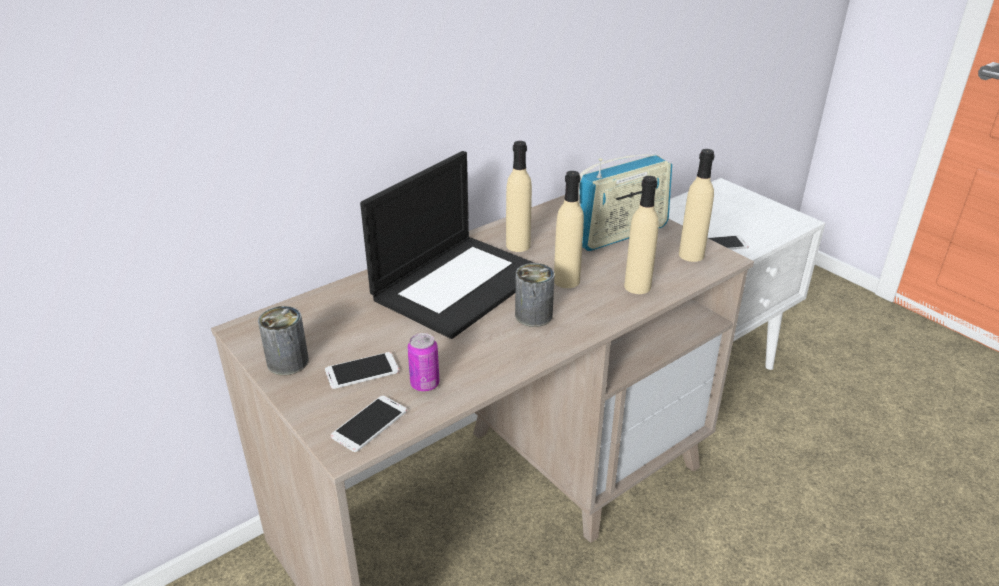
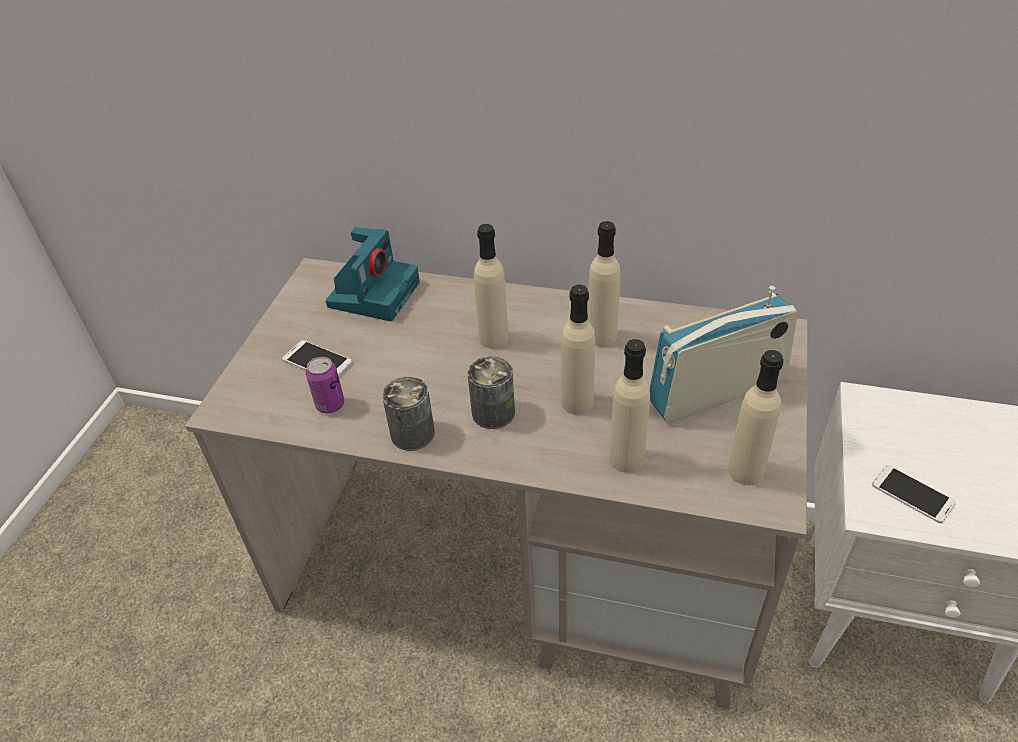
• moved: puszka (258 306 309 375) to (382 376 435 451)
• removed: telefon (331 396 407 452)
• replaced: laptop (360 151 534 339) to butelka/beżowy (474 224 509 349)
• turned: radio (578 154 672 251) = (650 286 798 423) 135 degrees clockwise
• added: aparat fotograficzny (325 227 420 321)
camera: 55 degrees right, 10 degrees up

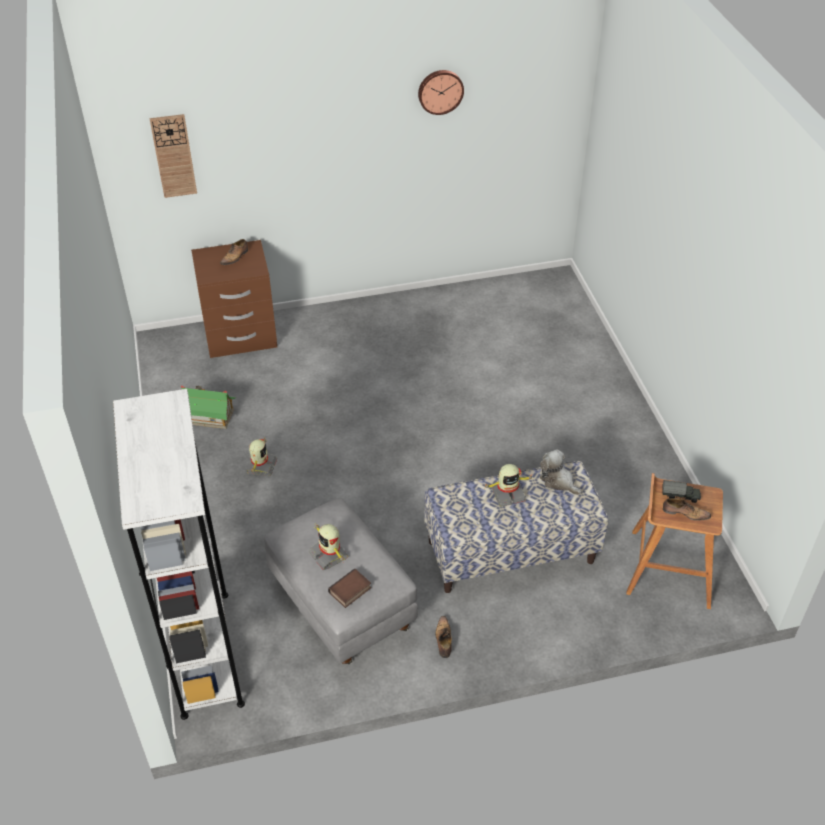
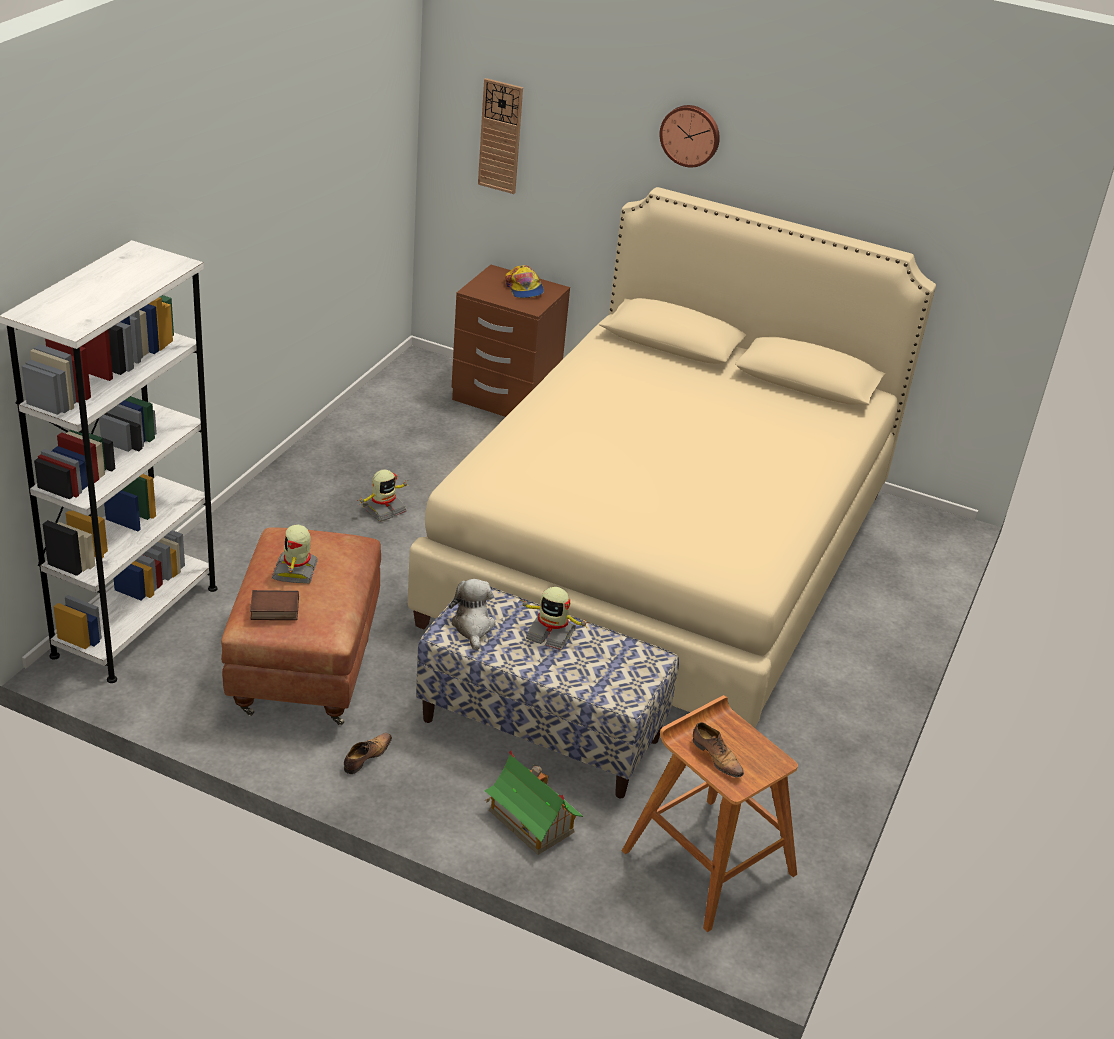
• moved: domek (181 385 236 429) to (484 750 583 855)
• replaced: but (220 239 248 265) to czapka z daszkiem (505 265 544 298)
• recoloured: pufa/szary (264 498 418 664) to pufa/brązowy (221 527 381 726)
• moved: zegar ścienny (418 70 464 115) to (660 105 720 167)
• moved: pluszak (539 449 582 495) to (449 579 495 651)
• removed: ciężarówka zabawkowa (662 480 701 503)
• added: łóżko/beżowy (408 187 936 728)
camera: 35 degrees right, 10 degrees down

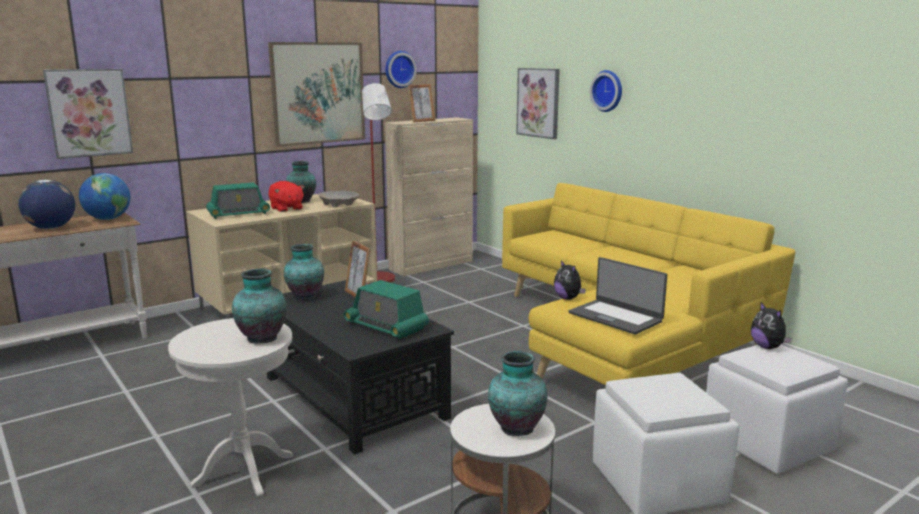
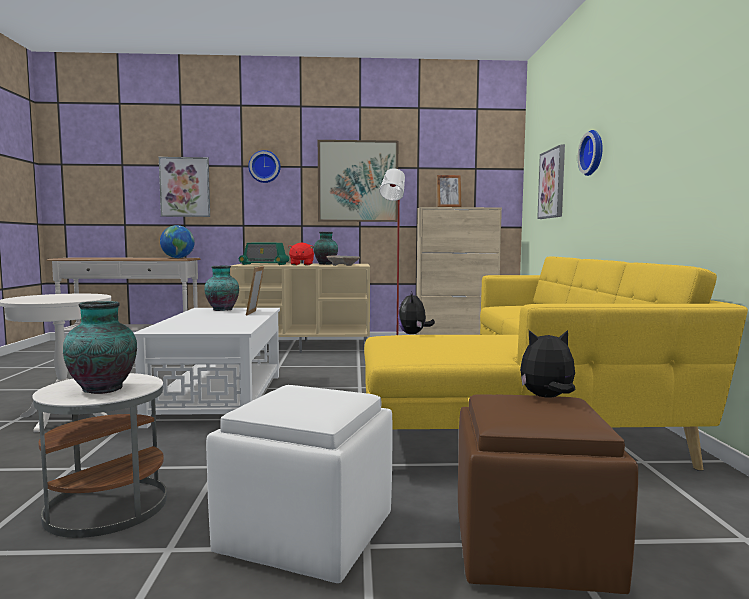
• removed: globus (18 180 75 229)
• removed: wazon (232 269 287 343)
• recoloured: ława/czarny (267 280 454 455) to ława/biały (134 308 280 428)
• removed: radio (343 280 429 339)
• moved: zegar ścienny (385 51 417 88) to (248 150 281 183)
• removed: laptop (569 257 667 334)
• recoloured: pufa/biały (706 345 848 474) to pufa/brązowy (458 394 638 594)
• turned: pluszak (751 302 792 349) = (520 330 575 398) 75 degrees clockwise
camera: 35 degrees right, 10 degrees down

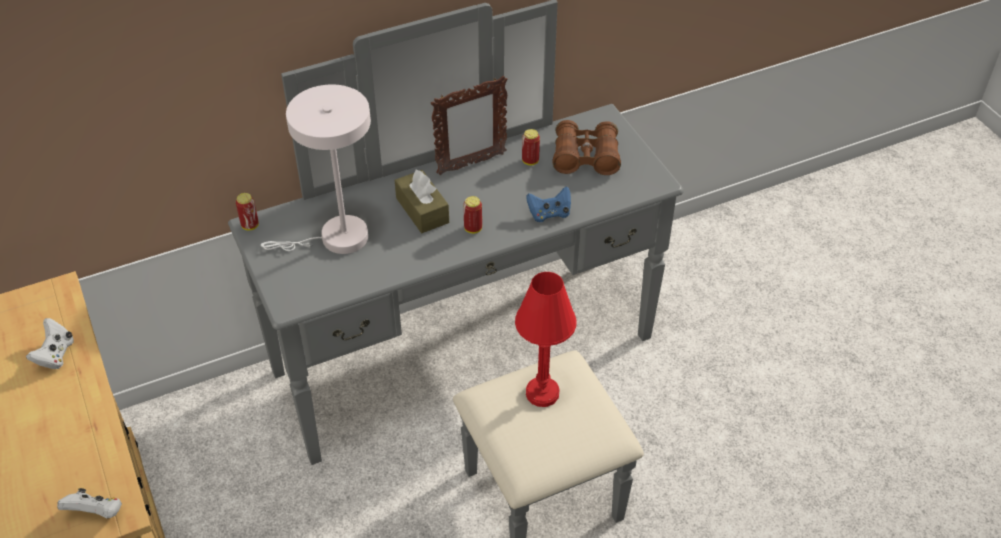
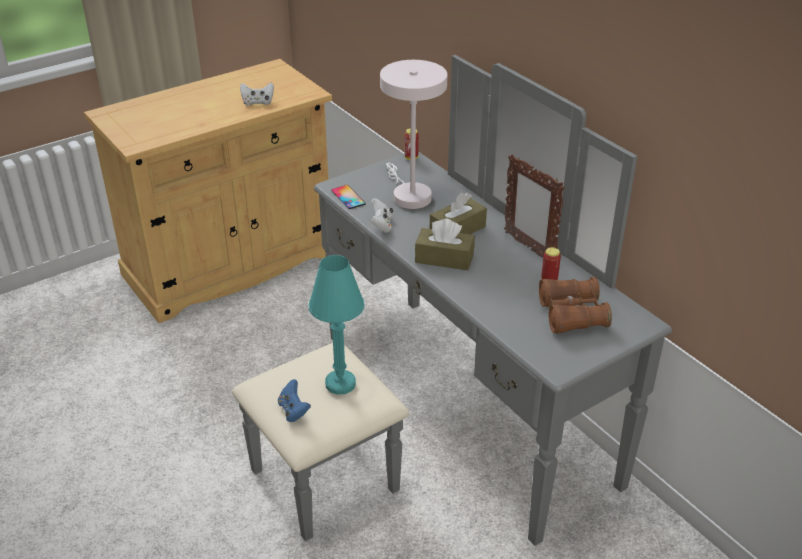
• moved: pad do gier/biały (57 488 122 518) to (370 198 393 233)
• replaced: puszka (463 196 482 234) to pudełko chusteczek/brązowy (415 218 475 270)
• recoloured: lampa stołowa/czerwony (515 272 576 407) to lampa stołowa/turkusowy (309 255 364 395)
• moved: pad do gier/niebieski (526 186 571 222) to (278 379 311 422)
• added: telefon (331 185 366 209)
camera: 80 degrees right, 10 degrees down

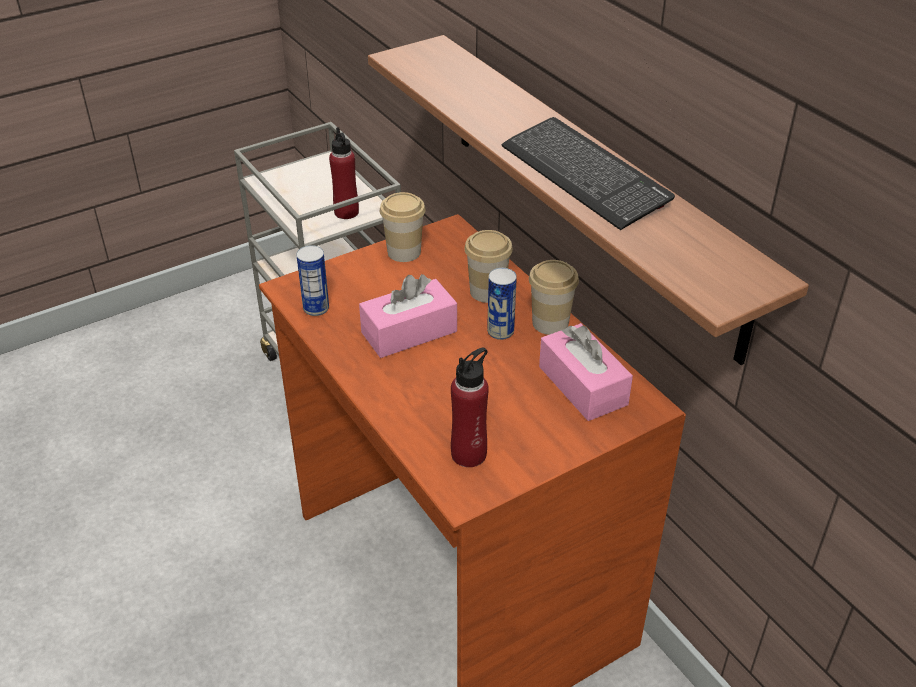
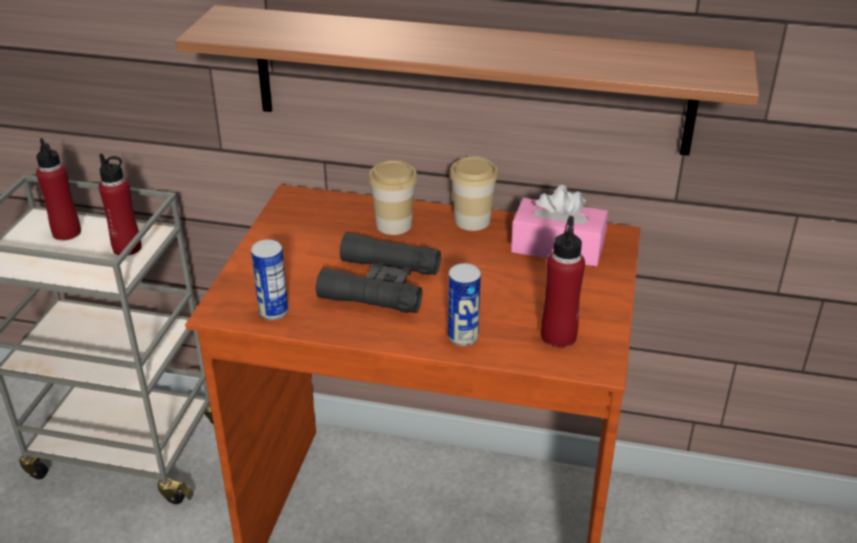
• replaced: pudełko chusteczek/różowy (359 274 457 358) to lornetka/czarny (316 233 441 313)
• removed: filiżanka (380 192 426 262)
• moved: puszka (487 268 517 340) to (448 263 481 346)
• removed: klawiatura (502 117 675 230)
• added: butelka/czerwony (36 138 81 240)
camera: 45 degrees left, 5 degrees down

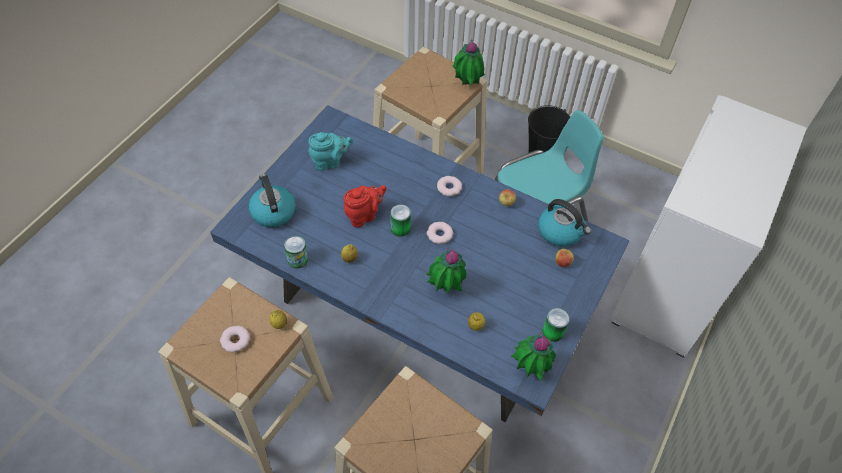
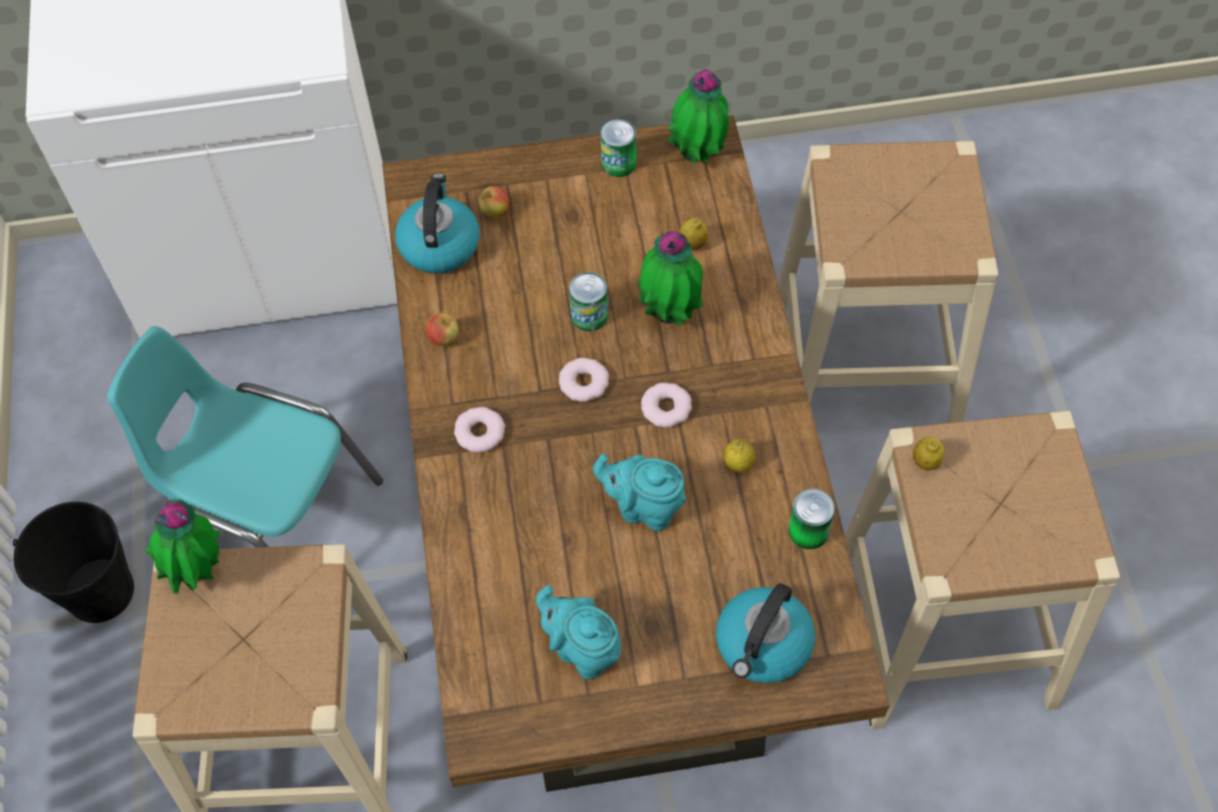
• recoloured: stół jadalny/niebieski (210 105 630 422) to stół jadalny/brązowy (382 115 890 792)
• moved: donut (220 326 250 352) to (641 383 692 428)
• recoloured: imbryk/czerwony (343 185 386 227) to imbryk/turkusowy (593 454 686 531)
• moved: puszka (390 204 411 237) to (569 272 608 331)
camera: 125 degrees left, 5 degrees up

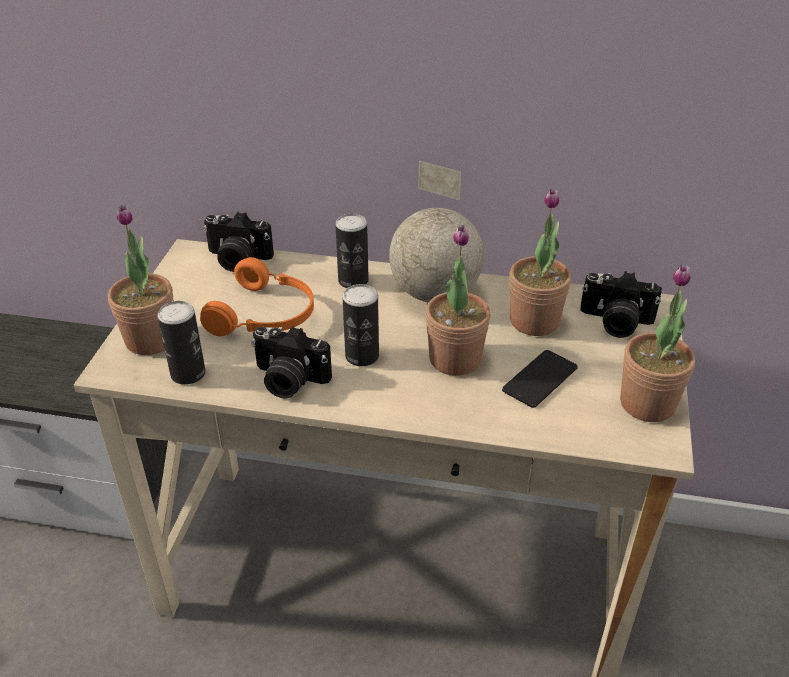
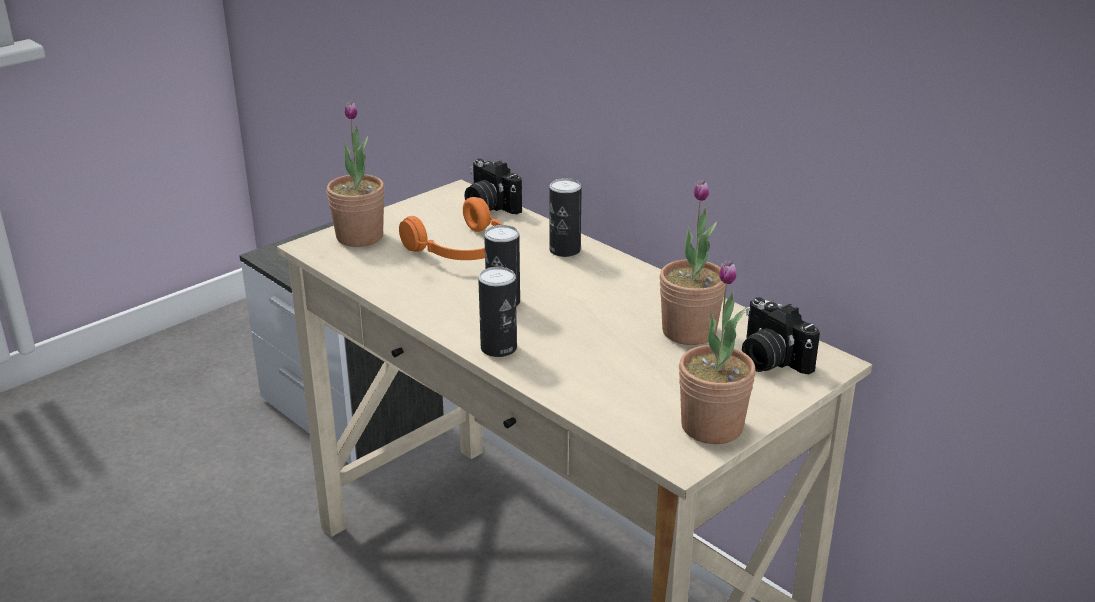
• moved: puszka (157 301 206 385) to (478 267 517 357)
• removed: aparat fotograficzny (251 326 332 399)
• removed: globus (389 161 484 303)
• removed: roślina doniczkowa (425 225 490 376)
• removed: telefon (502 350 578 408)
camera: 35 degrees right, 10 degrees down

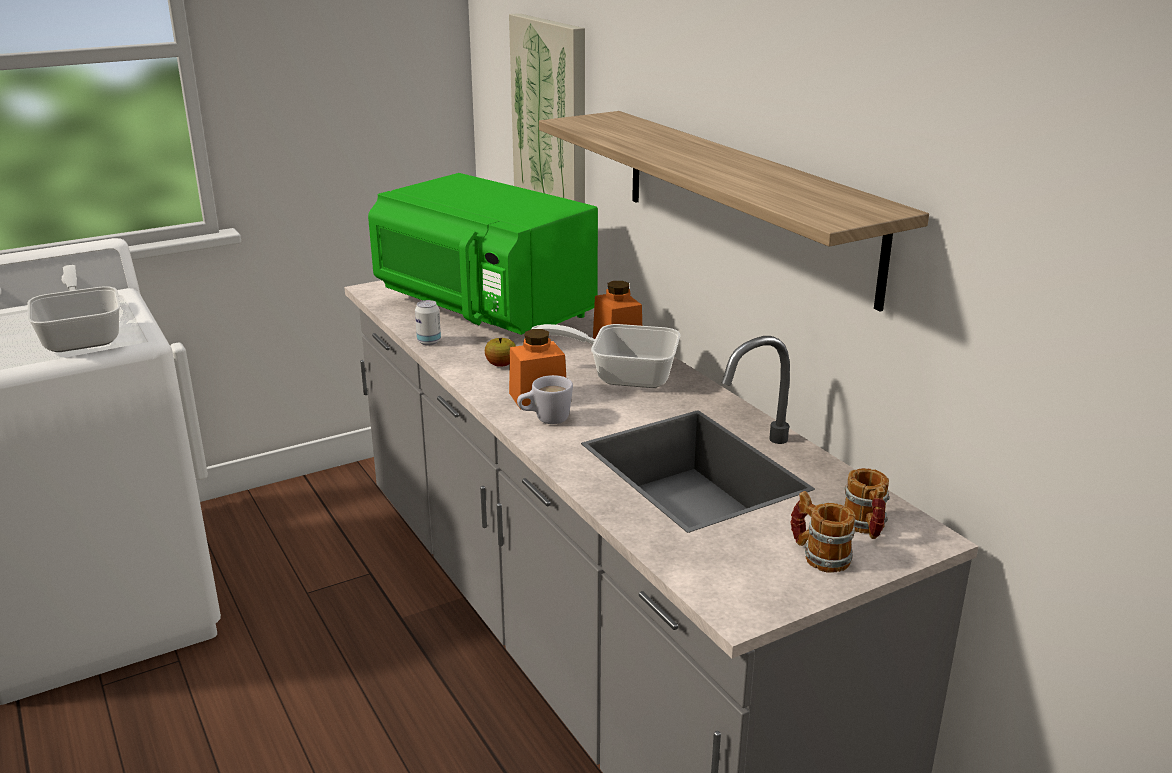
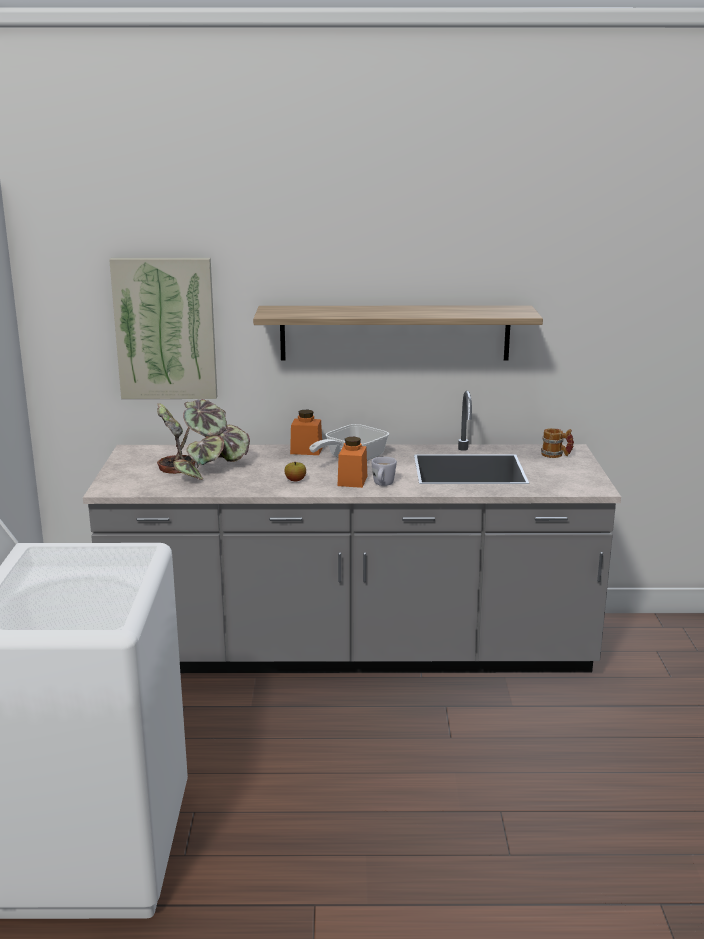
• removed: patelnia (27 265 121 352)
• replaced: mikrofalówka/zielony (368 173 598 335) to roślina doniczkowa (157 399 250 480)
• removed: puszka (415 300 441 345)
• removed: kubek (790 491 855 573)
camera: 60 degrees left, 5 degrees down

